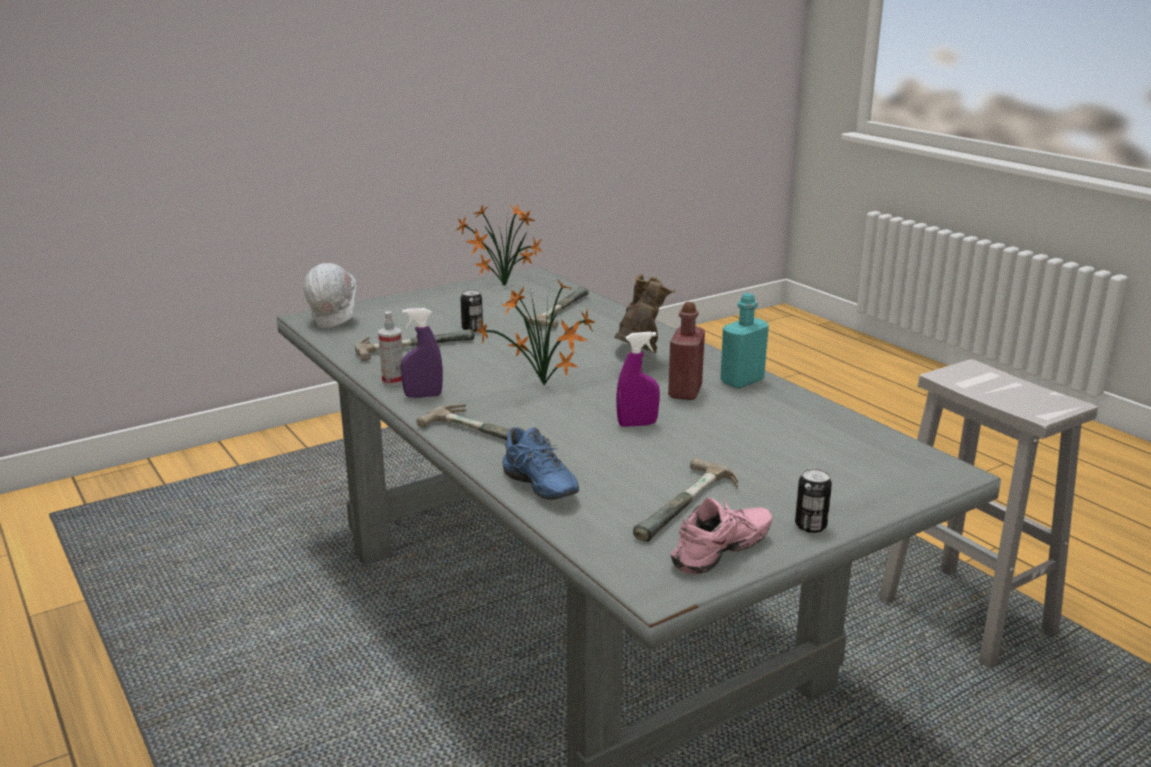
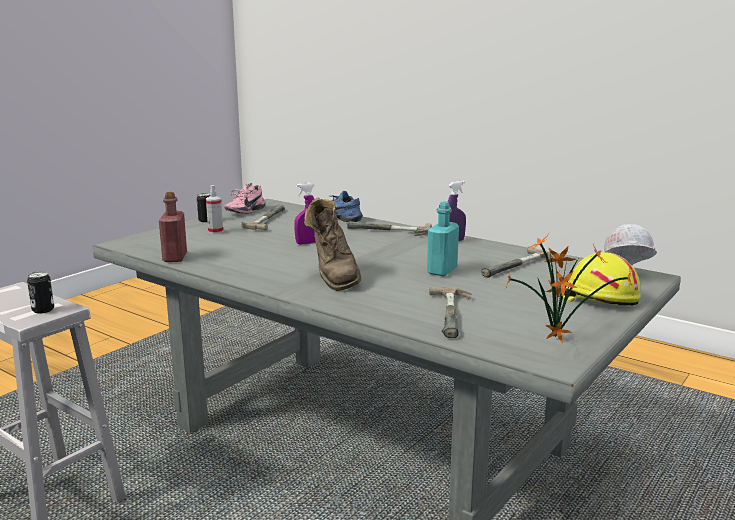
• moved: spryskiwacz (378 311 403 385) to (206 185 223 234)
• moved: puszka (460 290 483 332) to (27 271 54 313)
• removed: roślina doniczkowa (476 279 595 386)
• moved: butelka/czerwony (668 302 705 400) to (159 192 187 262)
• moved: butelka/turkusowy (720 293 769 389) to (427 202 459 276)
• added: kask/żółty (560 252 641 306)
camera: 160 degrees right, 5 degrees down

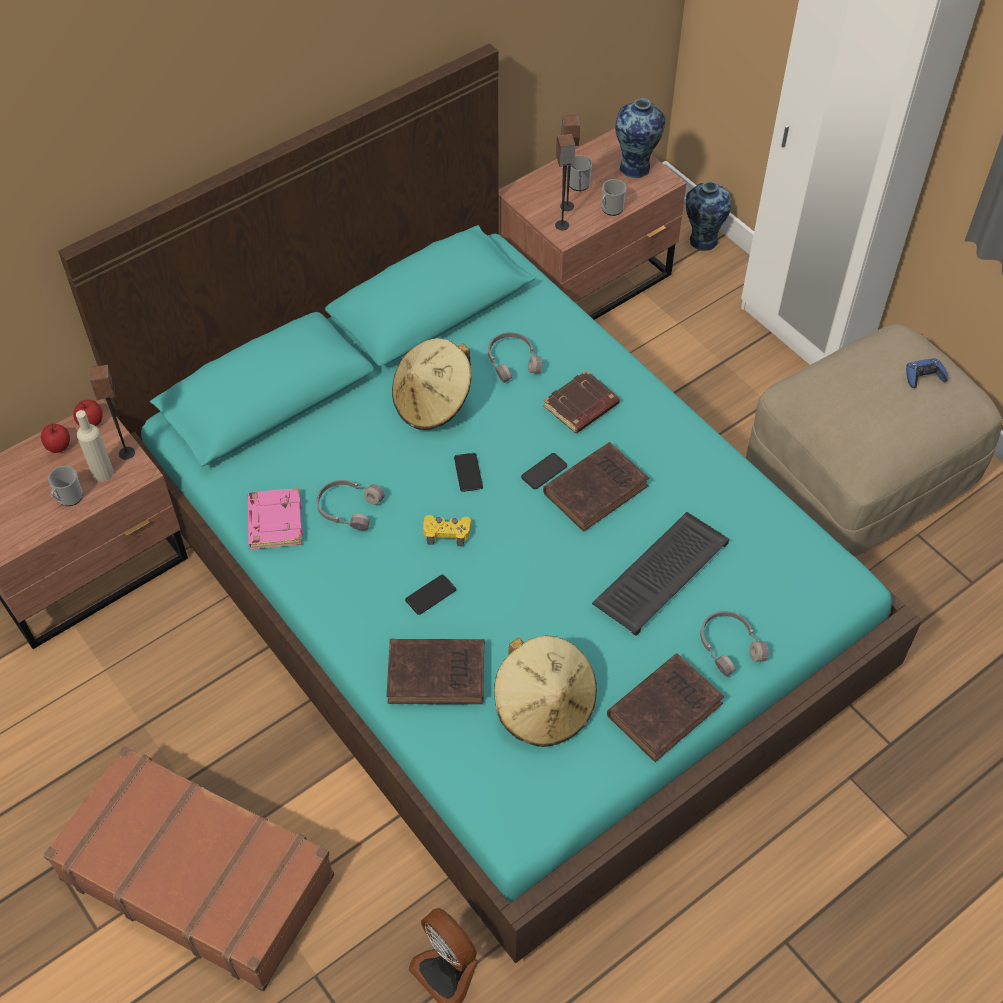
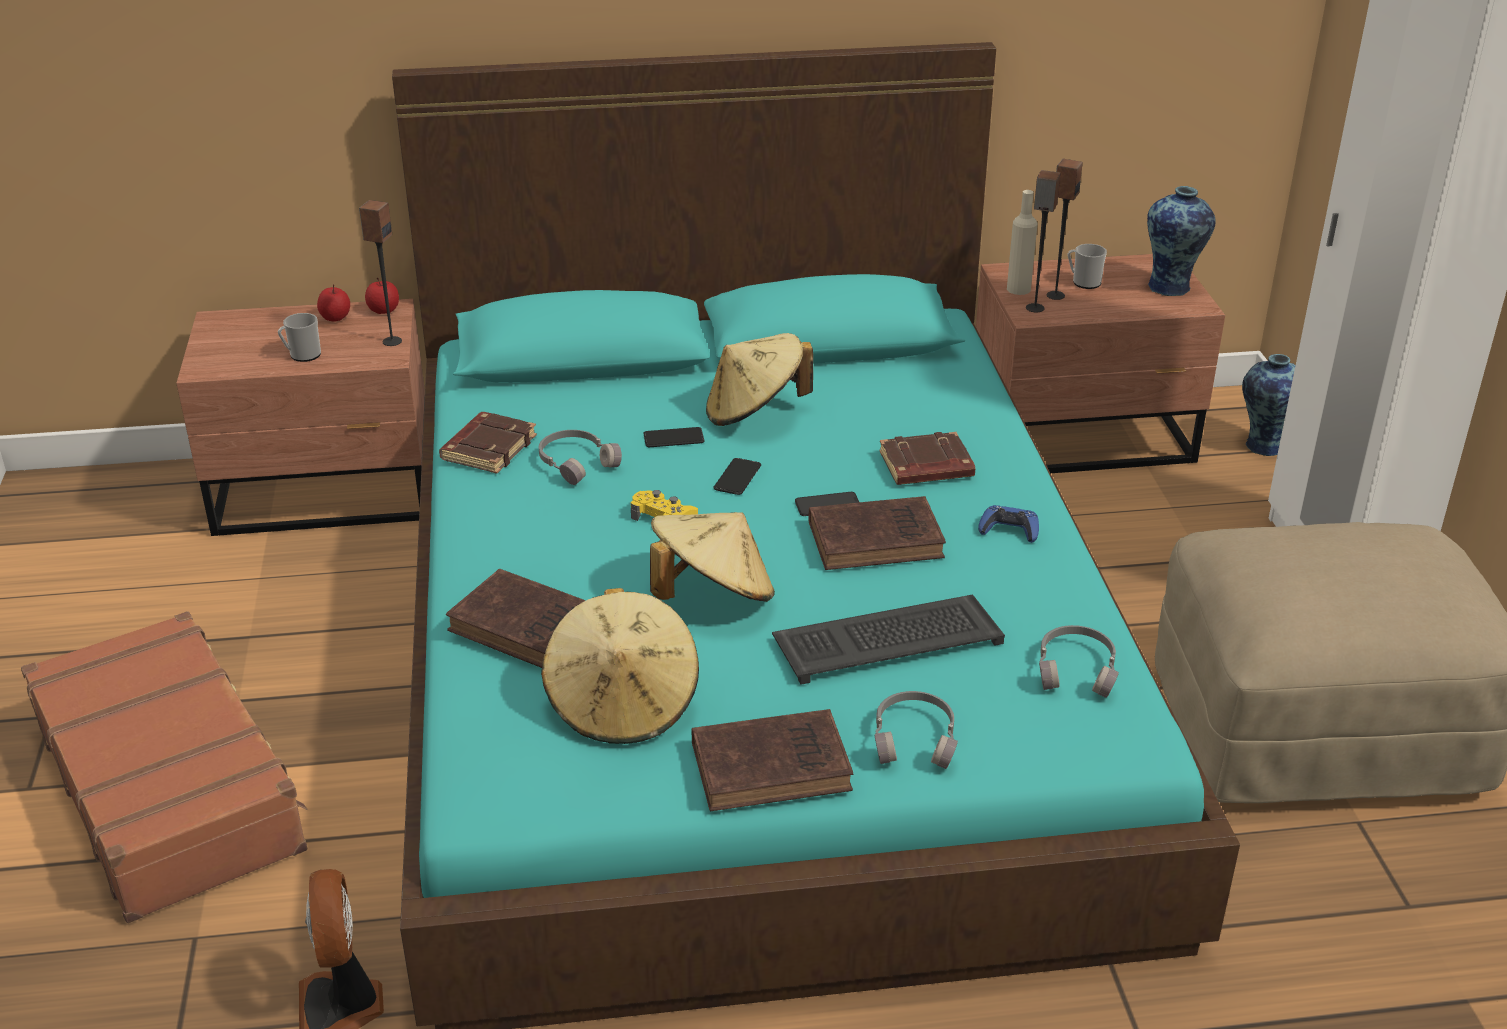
• moved: butelka/beżowy (76 410 114 482) to (1007 190 1037 295)
• recoloured: książka/różowy (248 488 303 549) to książka/brązowy (439 412 537 474)
• moved: telefon (405 575 456 615) to (643 427 704 447)
• moved: słuchawki/szary (488 332 542 383) to (1039 625 1119 698)
• removed: kubek (601 179 627 216)
• moved: pad do gier/niebieski (906 358 949 388) to (978 505 1039 543)
• added: kapelusz/beżowy (650 512 775 602)
camera: 30 degrees right, 20 degrees down

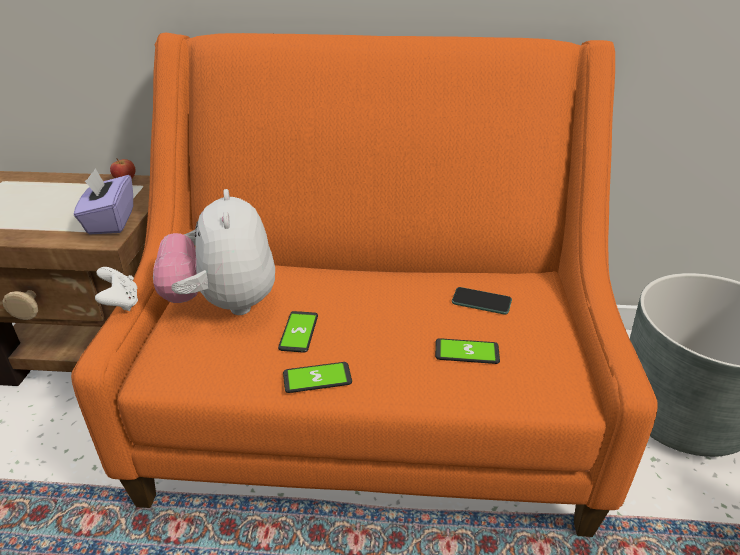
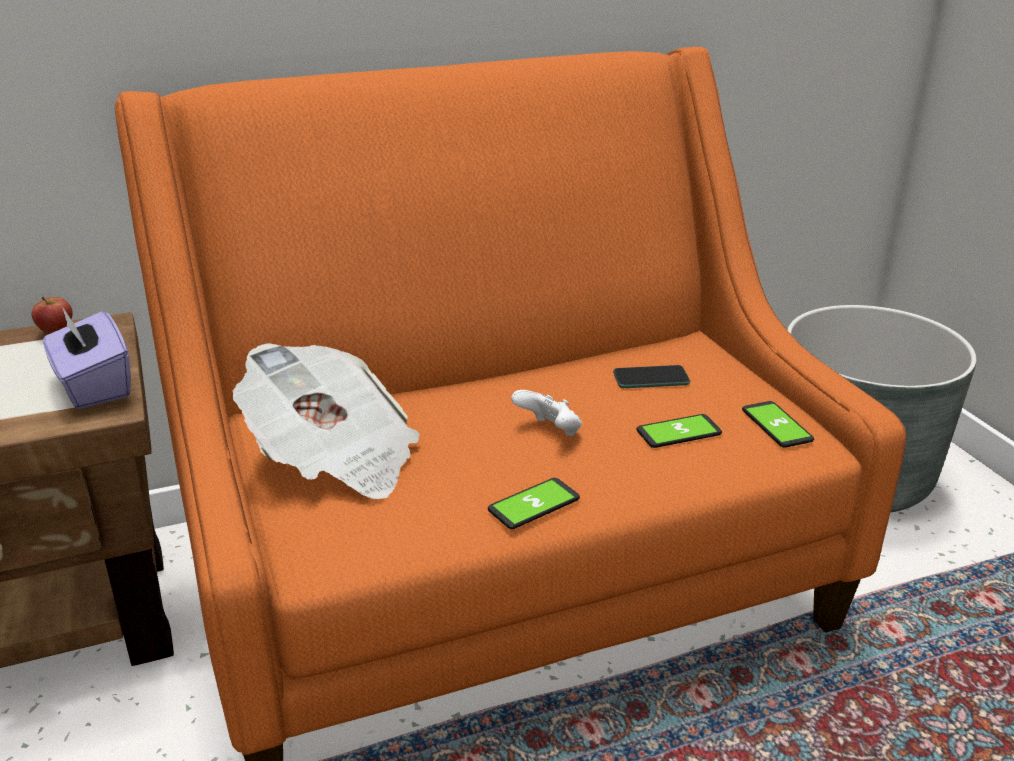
• moved: pad do gier/biały (95 267 138 311) to (511 390 582 436)
• replaced: pluszak (153 189 275 315) to gazeta (233 343 420 499)
• moved: telefon (278 311 318 353) to (742 401 814 447)
camera: 25 degrees left, 5 degrees down

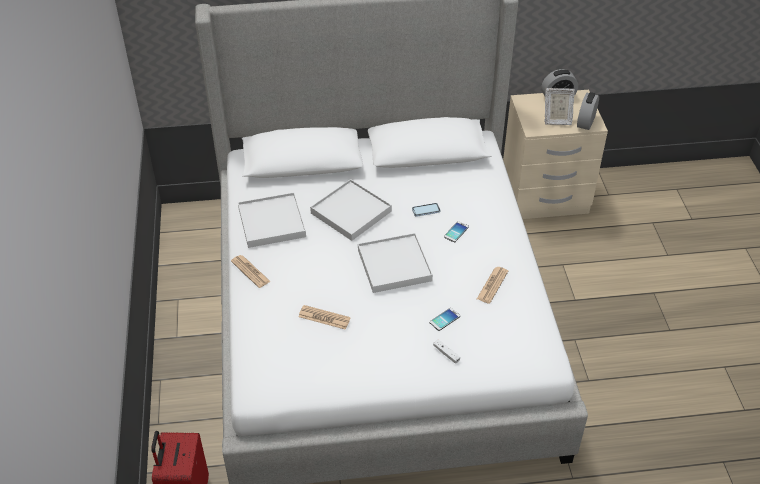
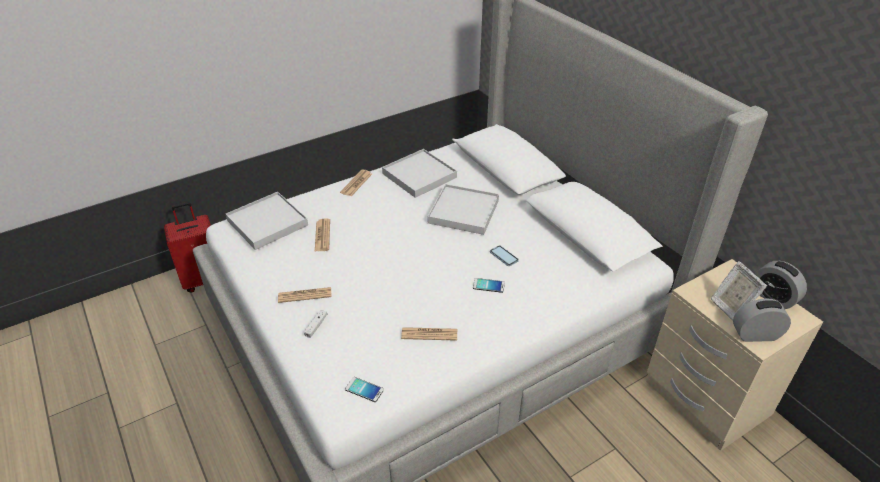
• moved: taca/biały (358 233 433 293) to (226 192 308 250)
• moved: telefon (430 308 460 331) to (345 377 384 402)
• added: gazeta (278 287 332 303)
camera: 65 degrees right, 5 degrees down

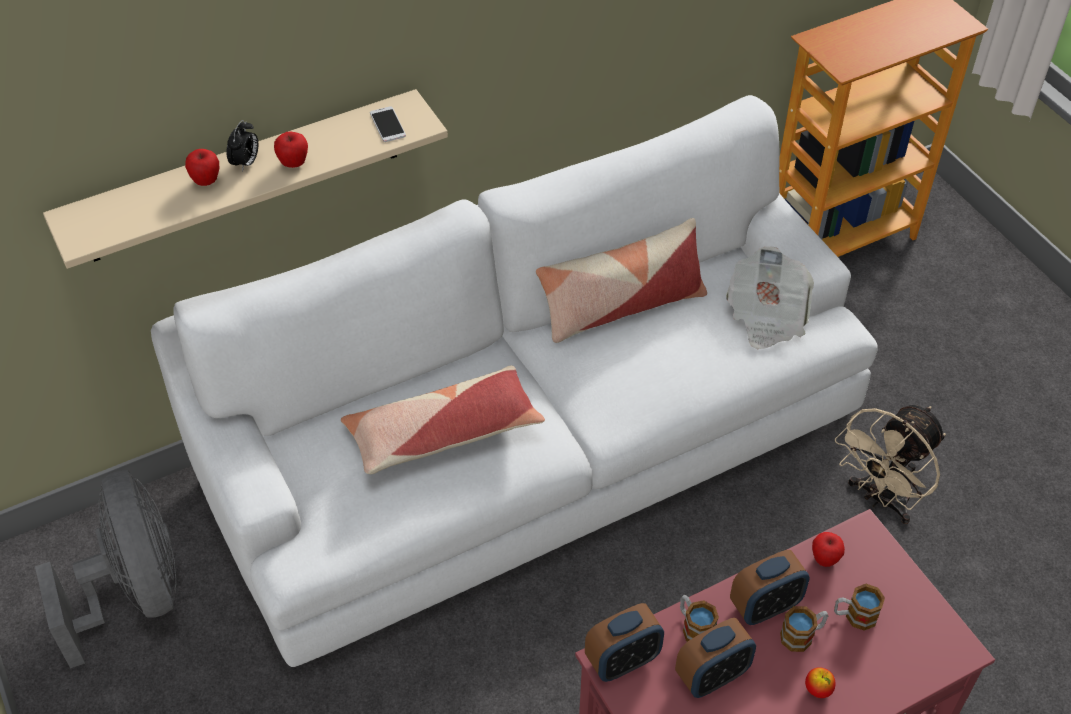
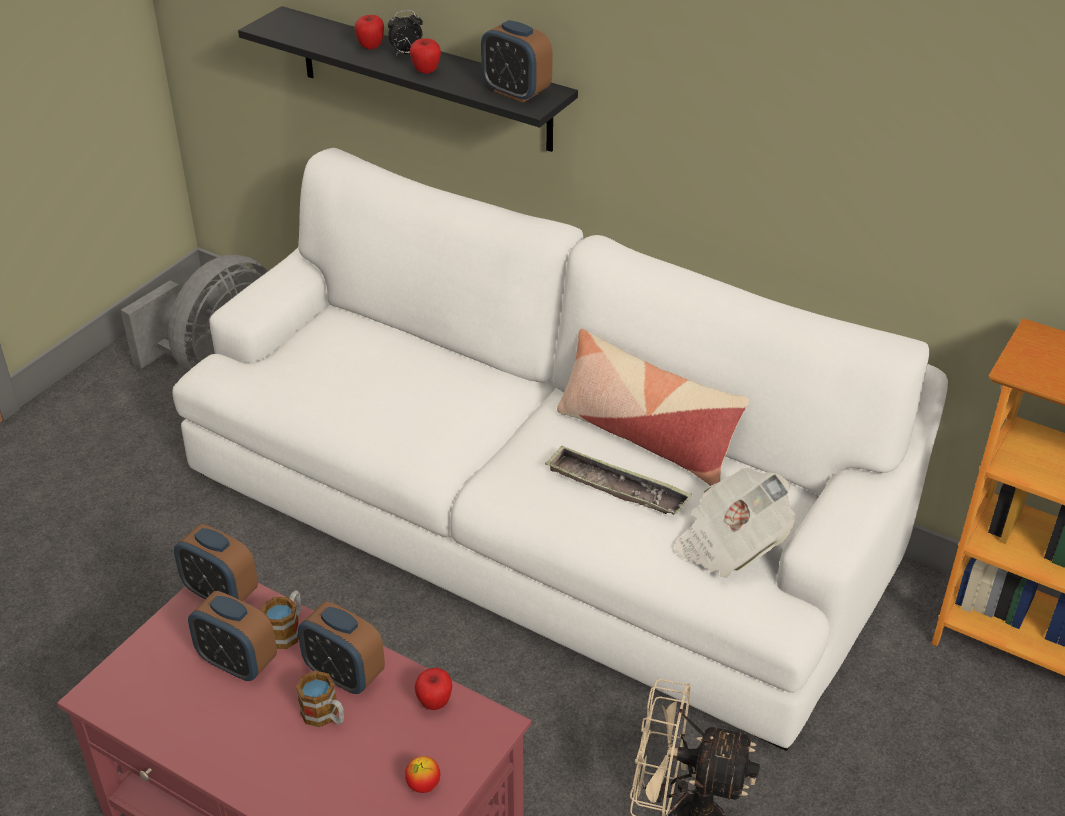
• recoloured: półka/beżowy (43 89 448 269) to półka/czarny (238 6 578 152)
• removed: poduszka (341 366 545 474)
• replaced: telefon (370 106 406 142) to budzik (481 20 552 102)
• moved: jabłko (805 667 836 698) to (405 756 440 793)
• removed: kubek (834 584 885 631)
• added: taca (545 445 692 515)
camera: 60 degrees right, 10 degrees down

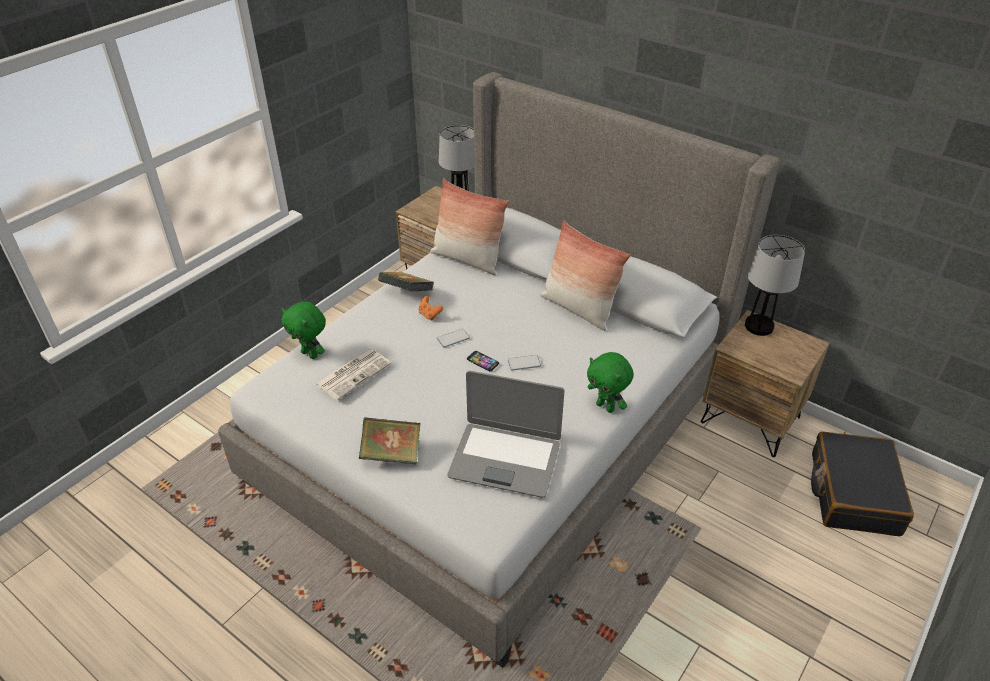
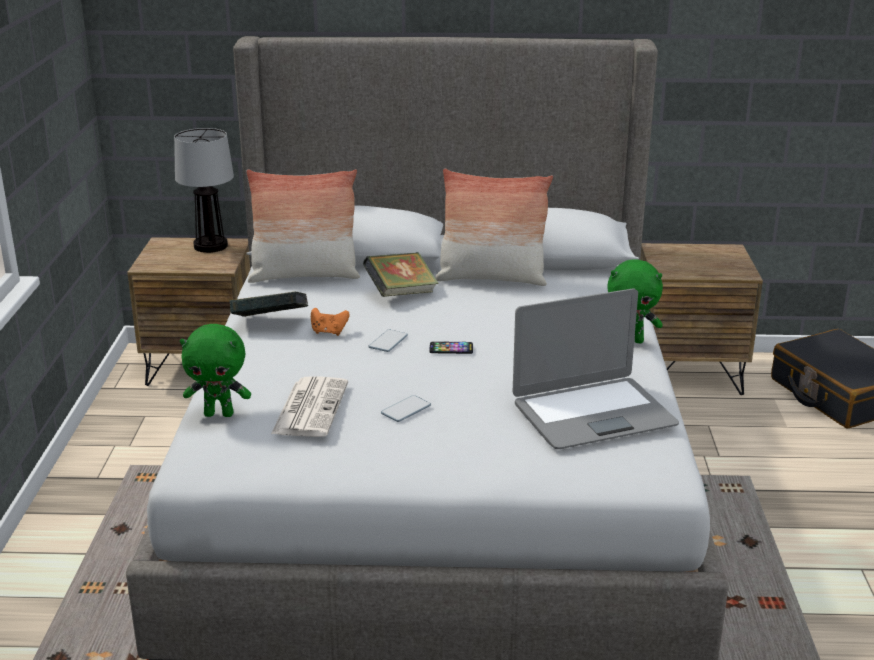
• moved: książka (359 417 421 464) to (363 252 438 297)
• moved: telefon (508 355 541 370) to (381 395 431 422)
• removed: lampa stołowa (745 235 805 336)
camera: 35 degrees left, 15 degrees down

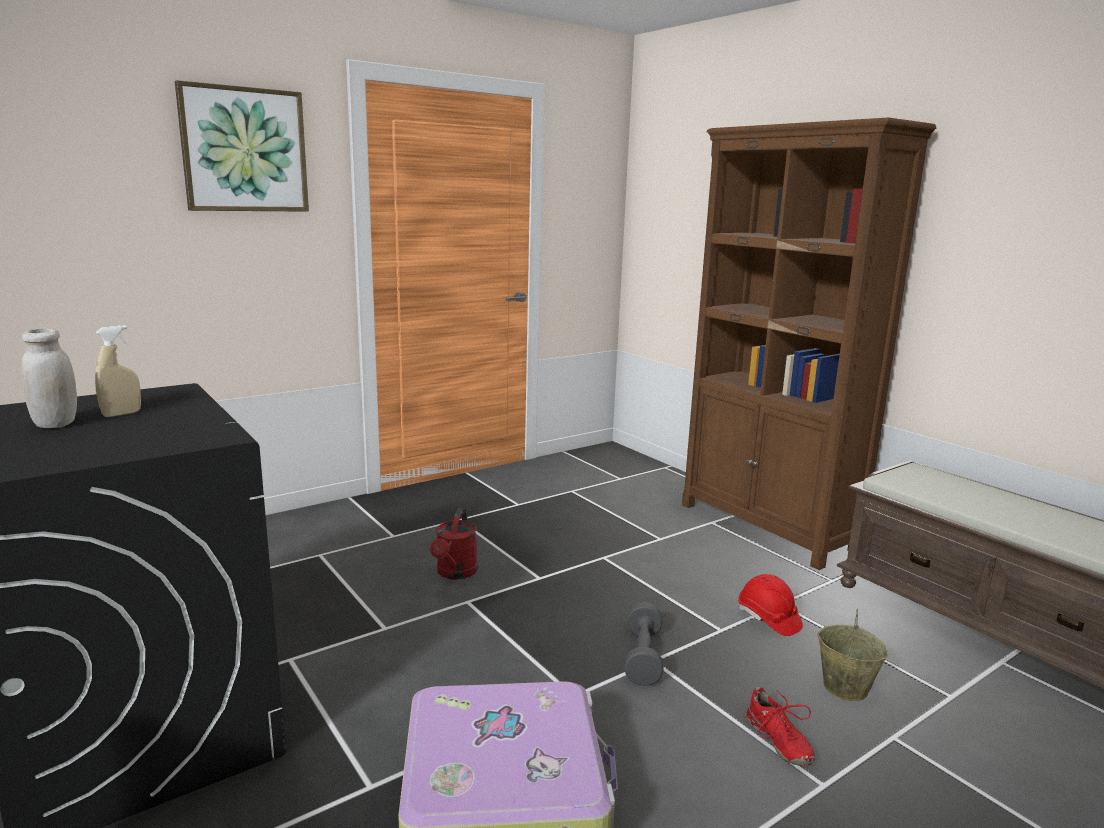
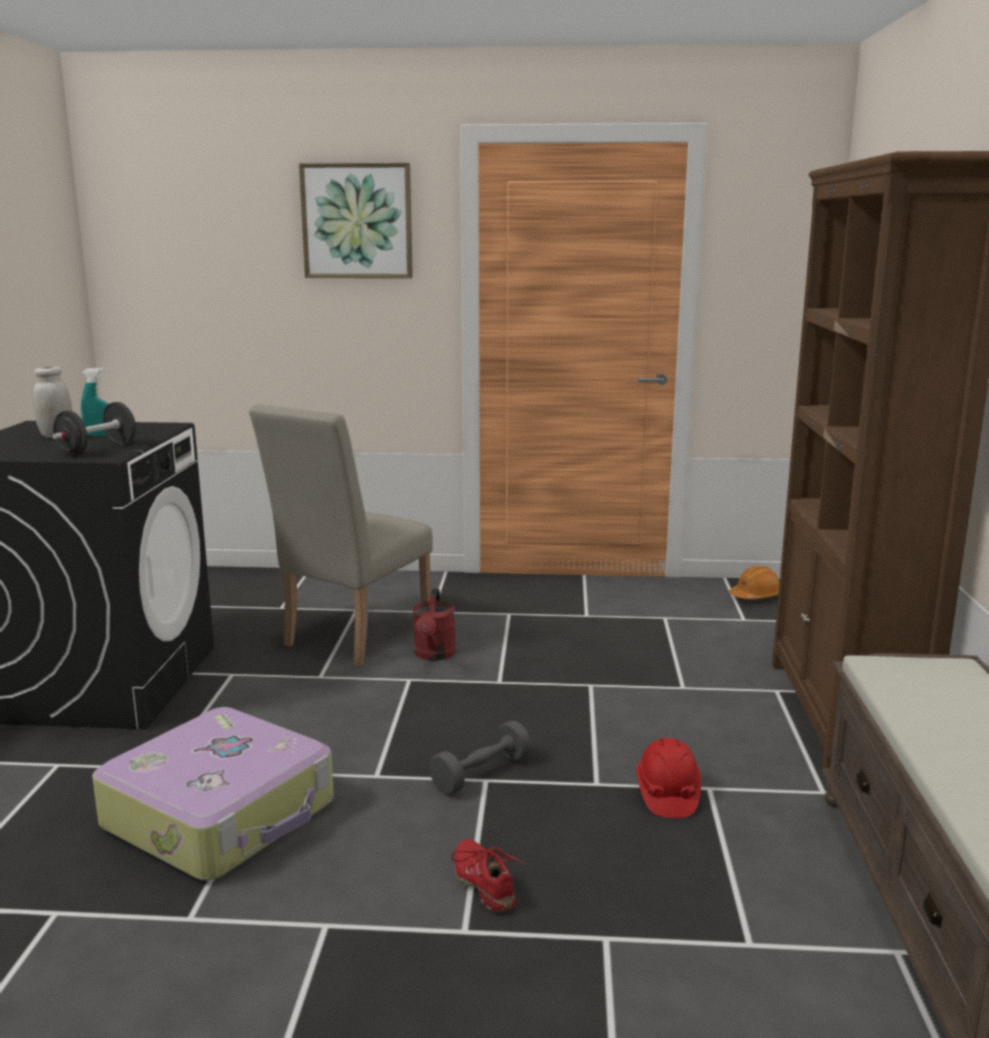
• recoloured: spryskiwacz/beżowy (95 325 141 417) to spryskiwacz/turkusowy (81 368 108 436)
• turned: konewka/czerwony (430 509 478 580) = (413 589 456 661) 45 degrees counterclockwise
• turned: but/czerwony (744 687 815 766) = (451 839 526 912) 135 degrees clockwise
• removed: wiadro/beżowy (817 609 888 701)
• added: hantel/czarny (53 402 136 456)
• added: krzesło/beżowy (249 404 433 667)
• added: kask/pomarańczowy (730 566 779 599)
camera: 40 degrees right, 0 degrees up

